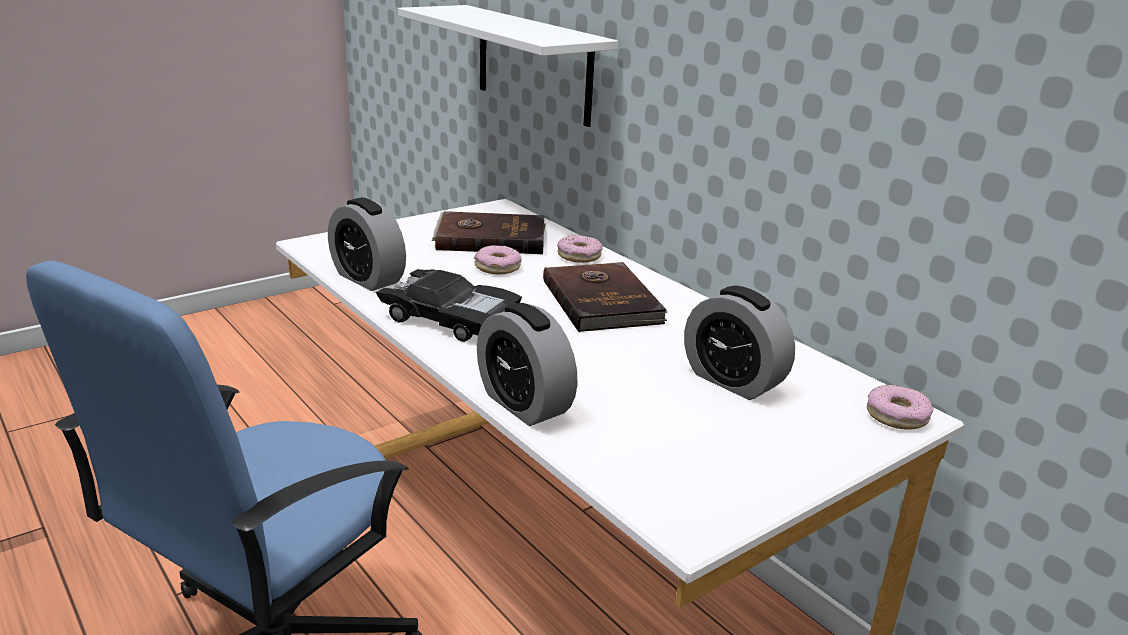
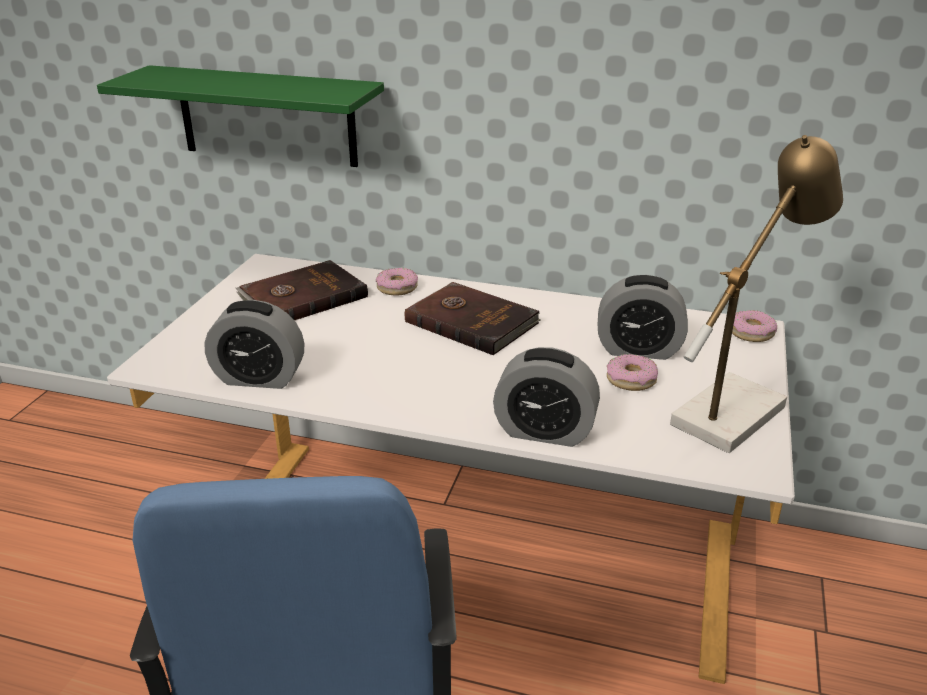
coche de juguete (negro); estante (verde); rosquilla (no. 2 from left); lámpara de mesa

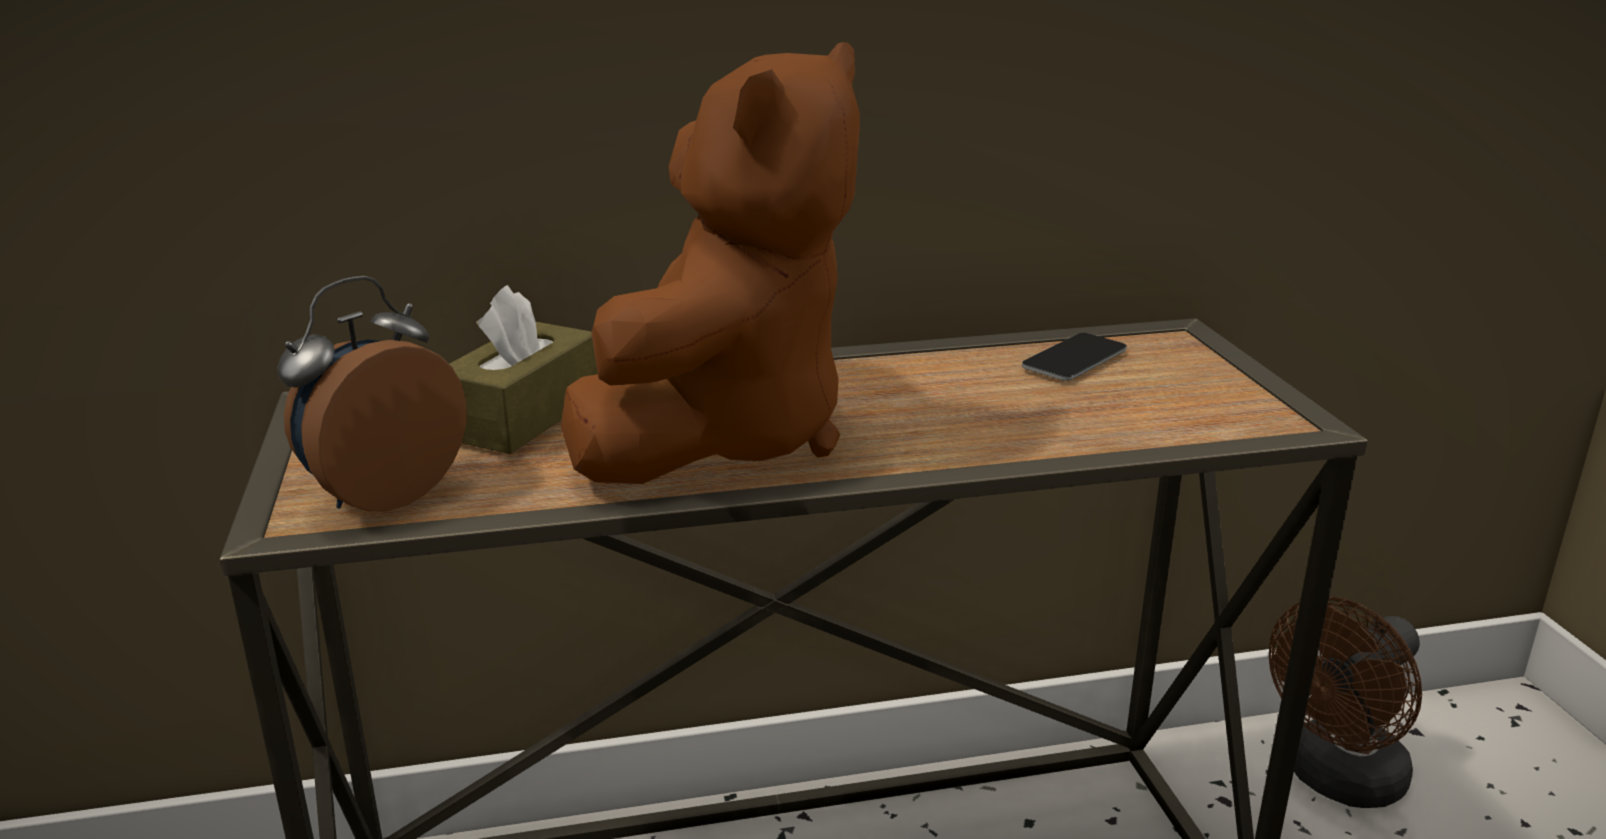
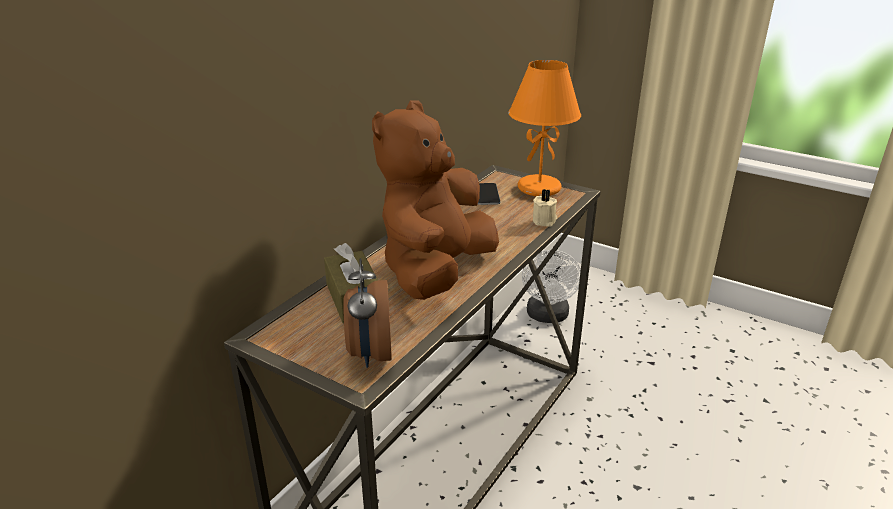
peluche (marrón); ventilador (blanco); lámpara de mesa (naranja); vela (beis)

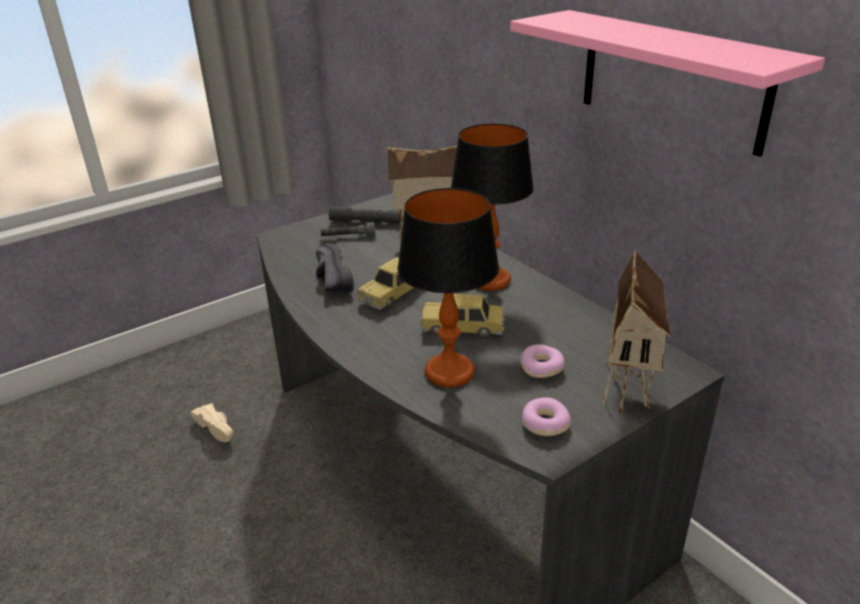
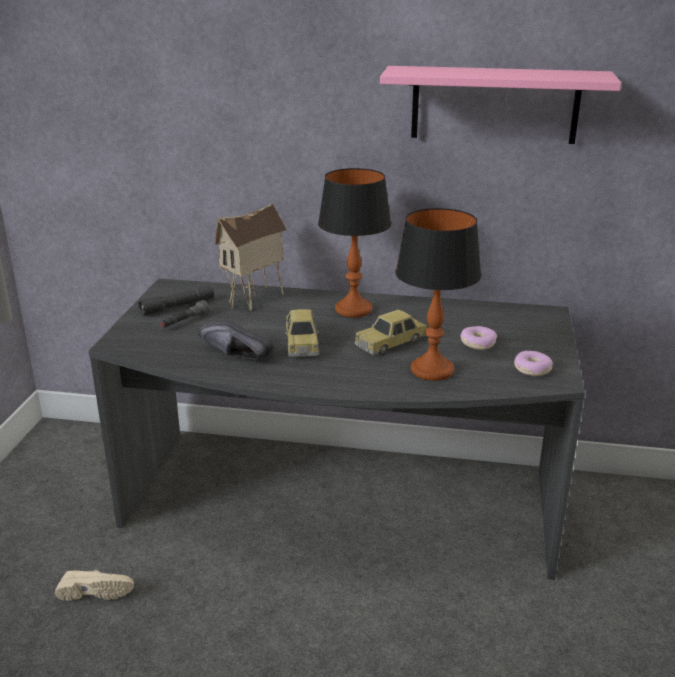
casita (no. 2 from left in the first image)

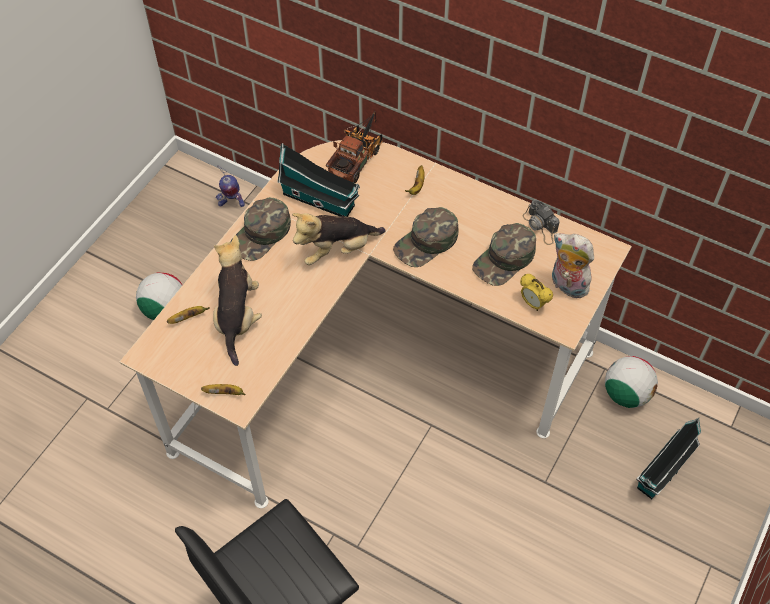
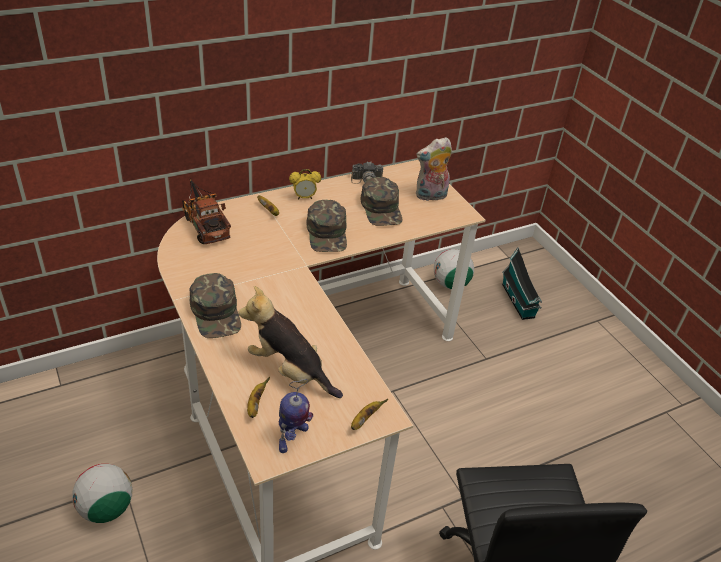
robot de juguete; casita (no. 1 from left in the first image); peluche (no. 2 from left in the first image); despertador

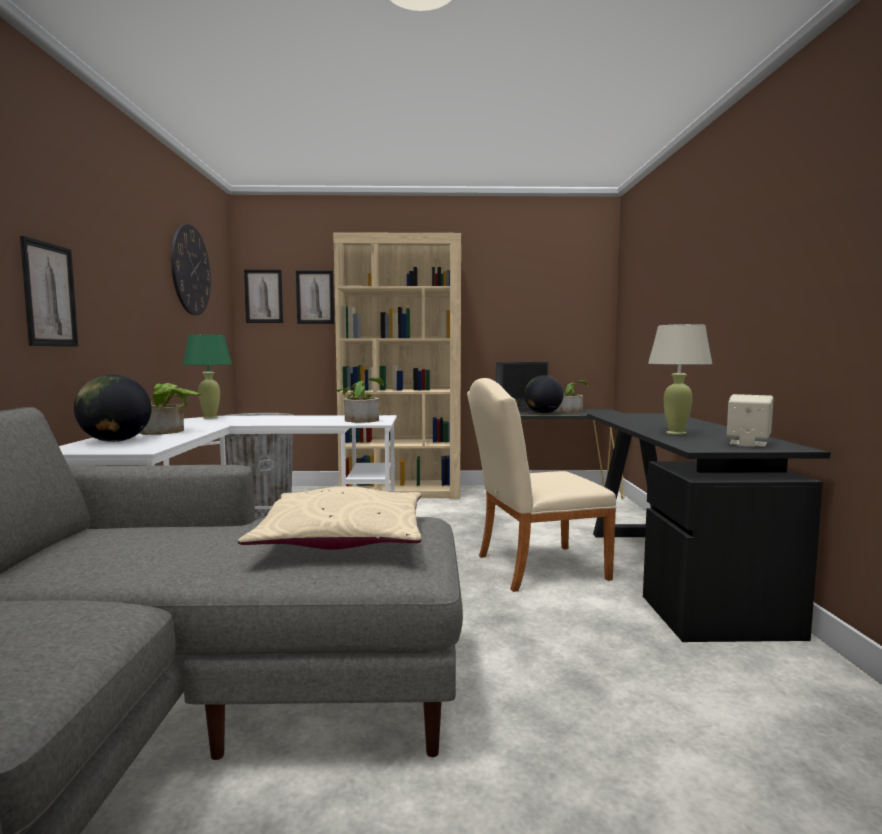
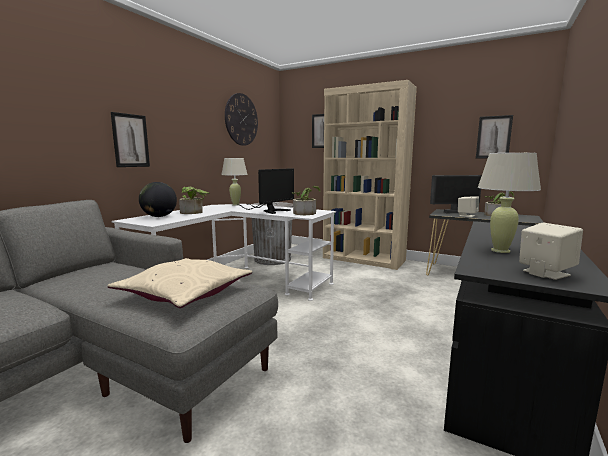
lámpara de mesa (beis) (no. 1 from left); cuadro (no. 3 from left); silla (beis); altavoz (beis) (no. 1 from left); monitor (no. 1 from left)

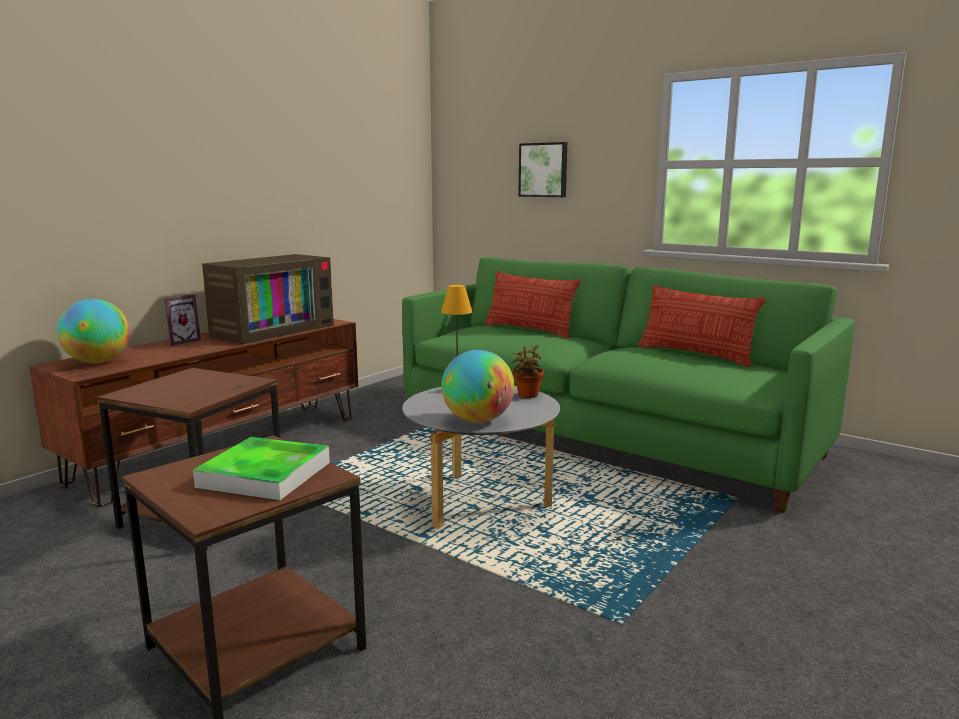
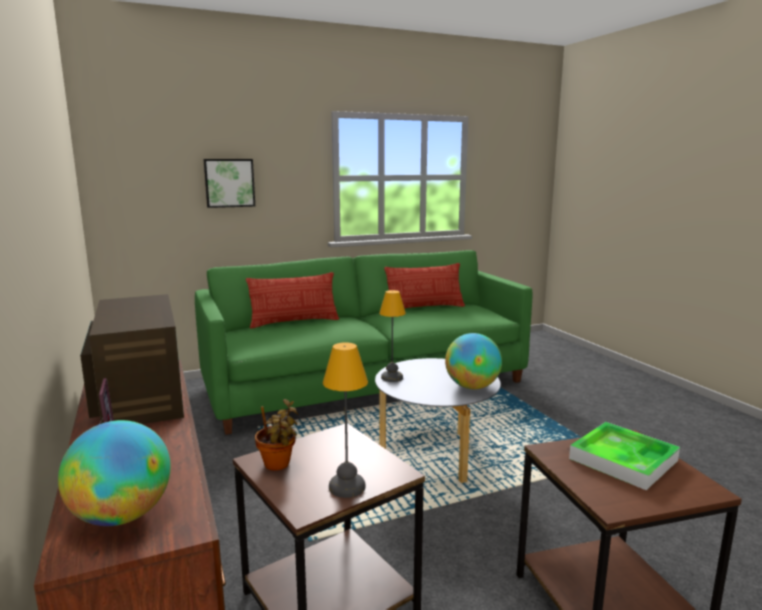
planta en maceta; lámpara de mesa (no. 1 from left)

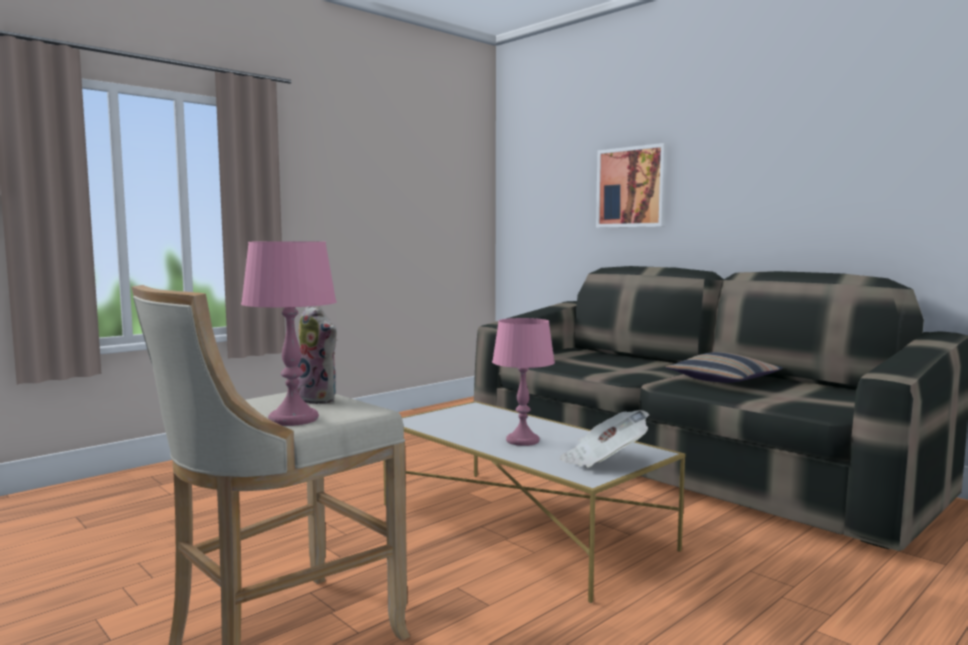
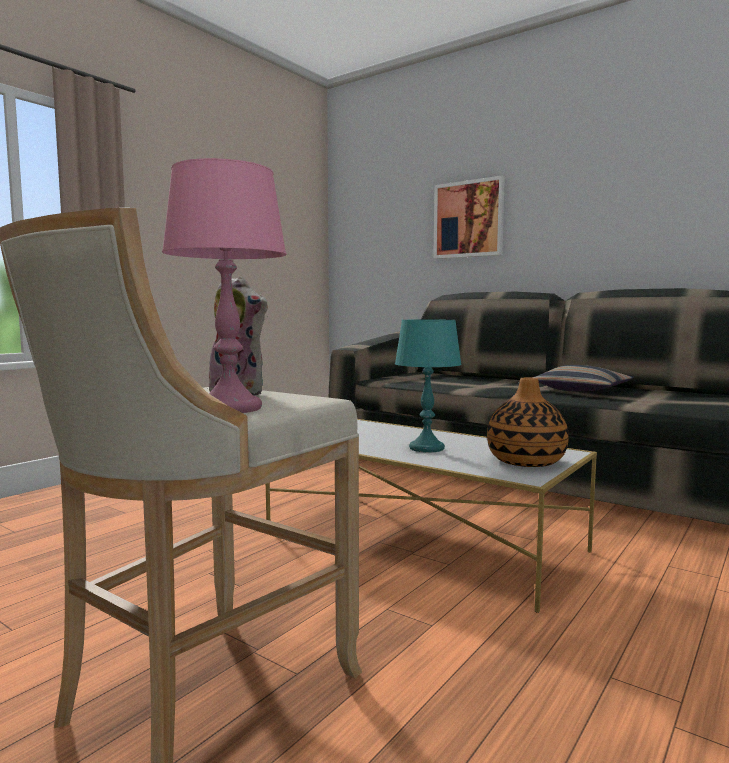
lámpara de mesa (turquesa); florero

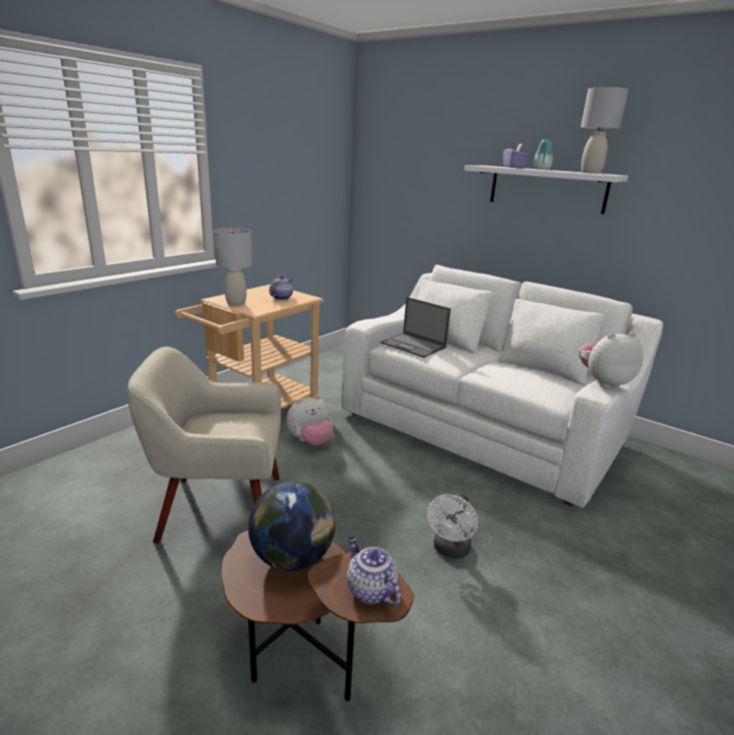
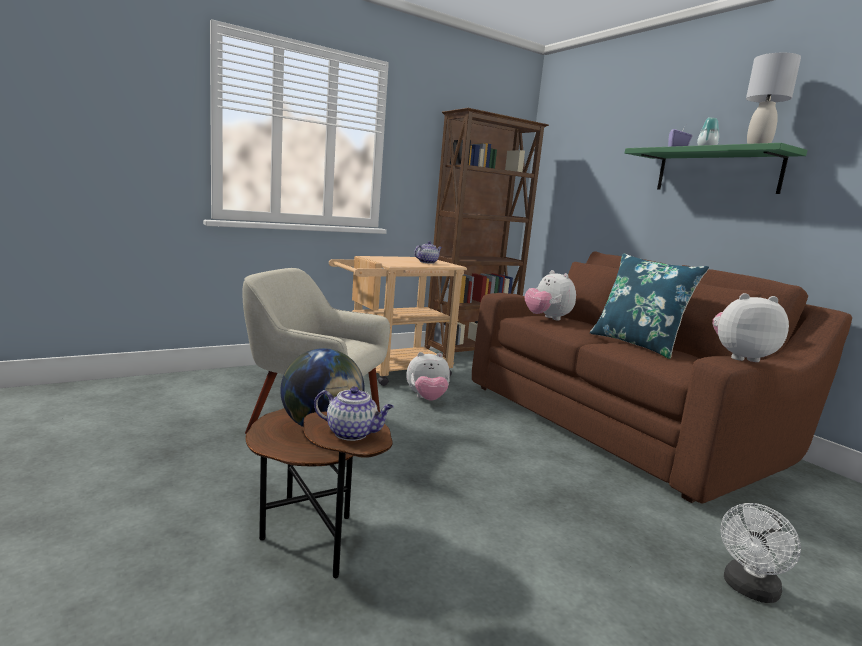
lámpara de mesa (gris) (no. 1 from left in the first image); sofá (marrón); tetera (no. 1 from left); peluche (no. 2 from left); ventilador (blanco); estante (verde); estantería (marrón); cojín (azul)

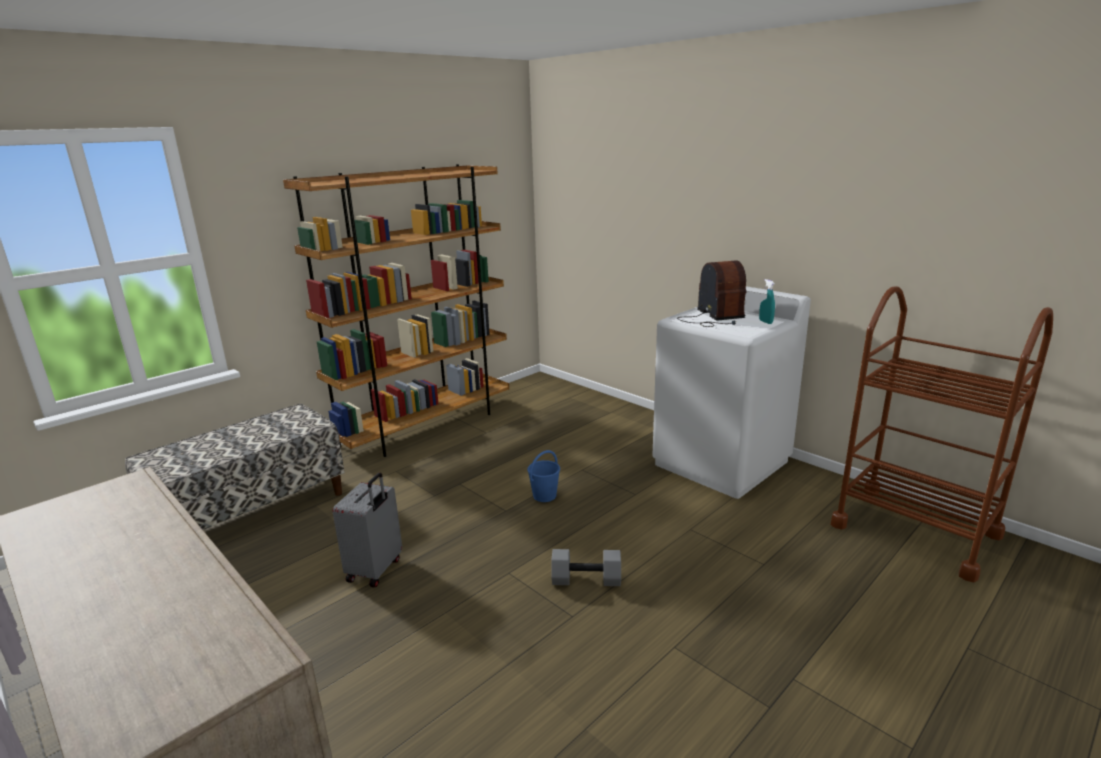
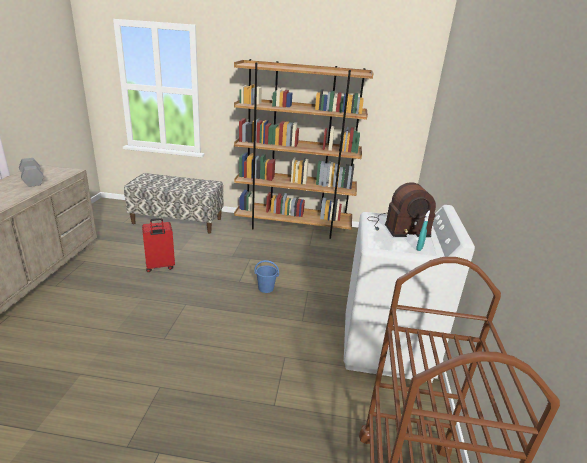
maleta (rojo); mancuerna (gris); radio

